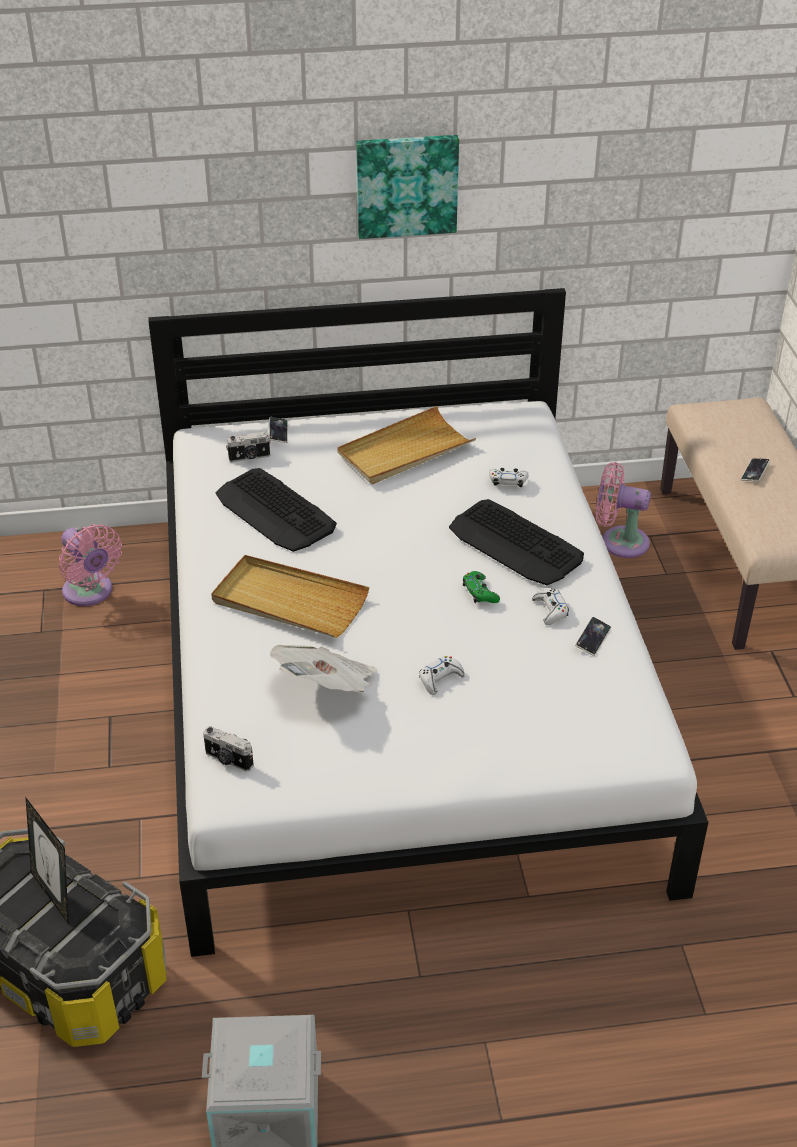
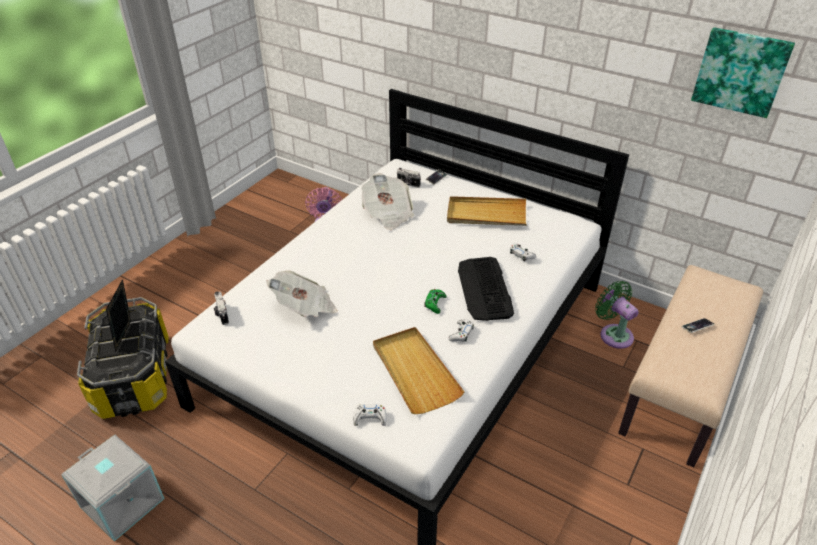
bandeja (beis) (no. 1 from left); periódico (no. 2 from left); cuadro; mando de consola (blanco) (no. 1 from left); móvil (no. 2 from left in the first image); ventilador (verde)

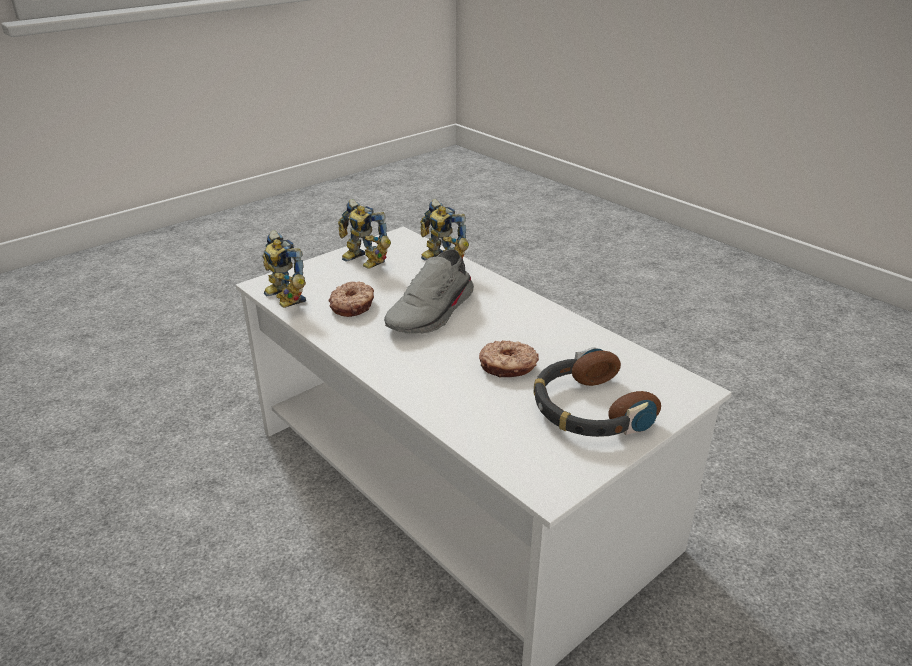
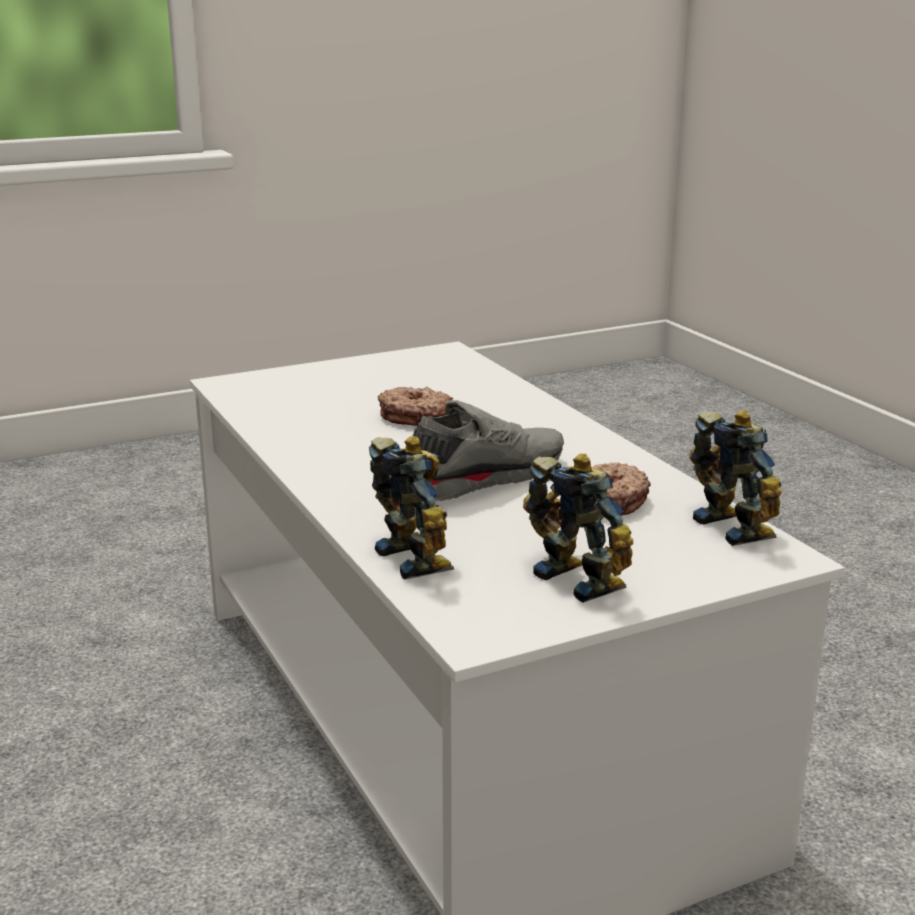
auriculares

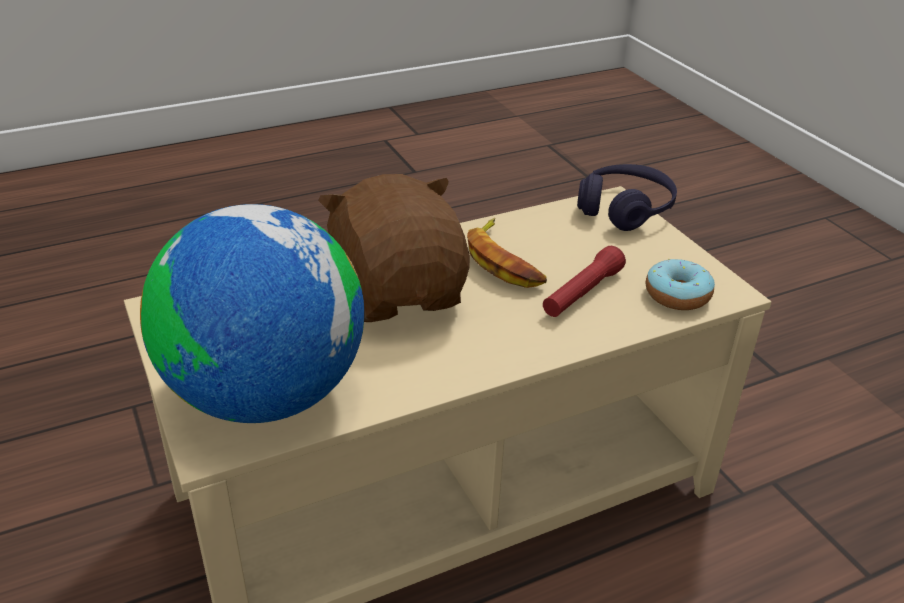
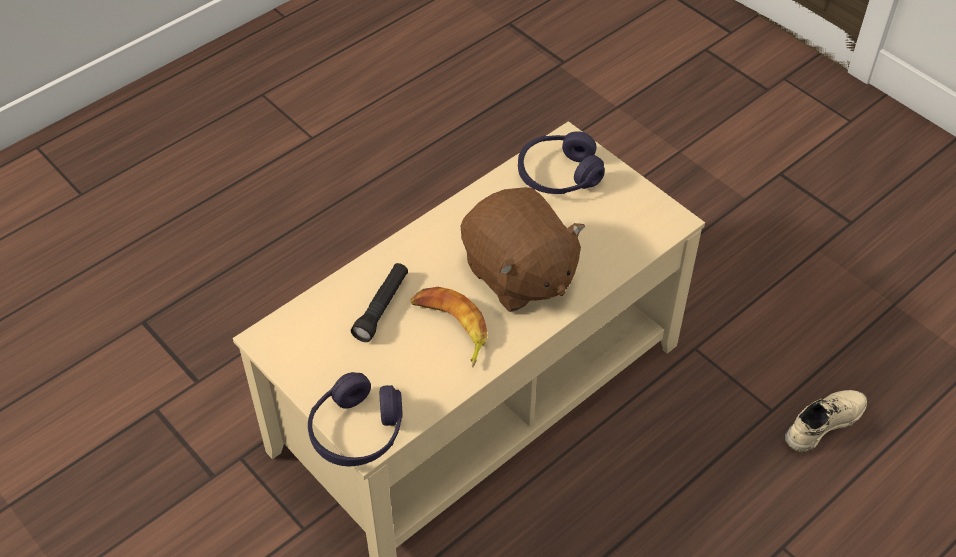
auriculares (morado) (no. 2 from left); linterna (negro); rosquilla; zapato (beis)

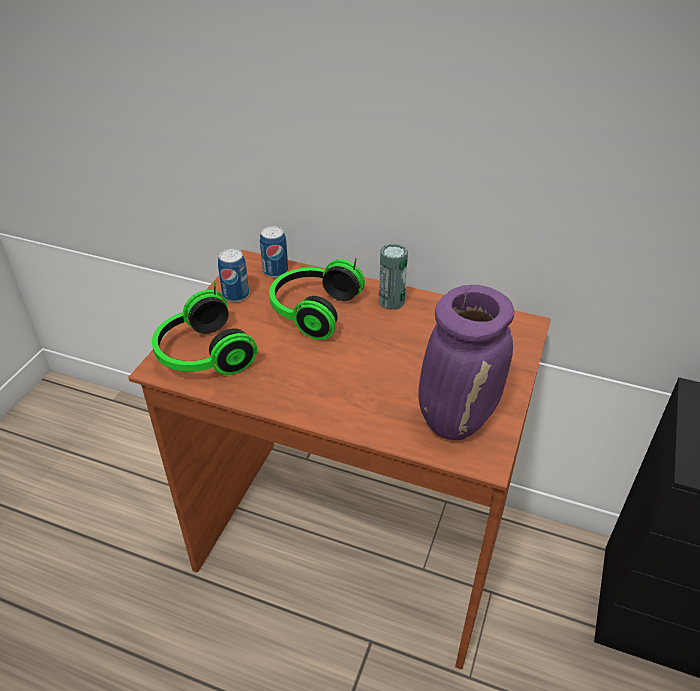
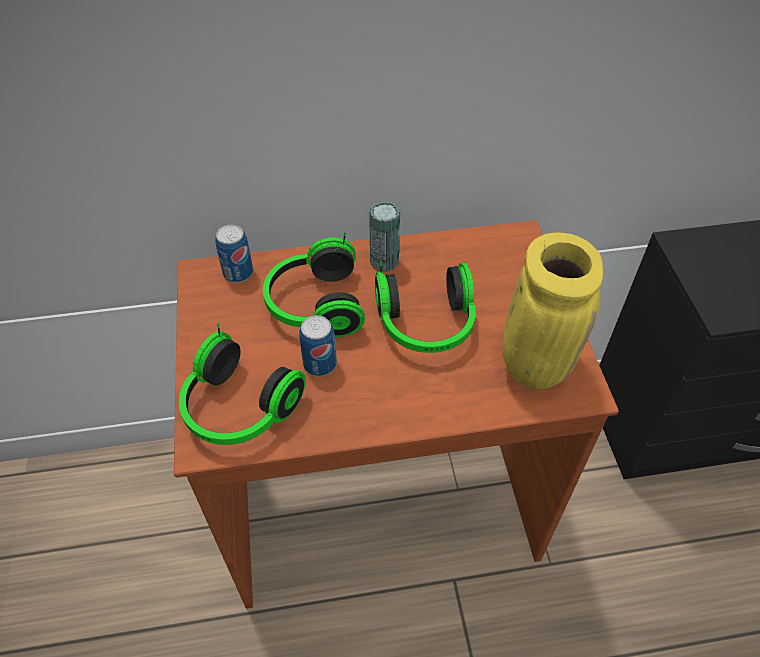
lata (no. 2 from left); florero (amarillo); auriculares (no. 3 from left)

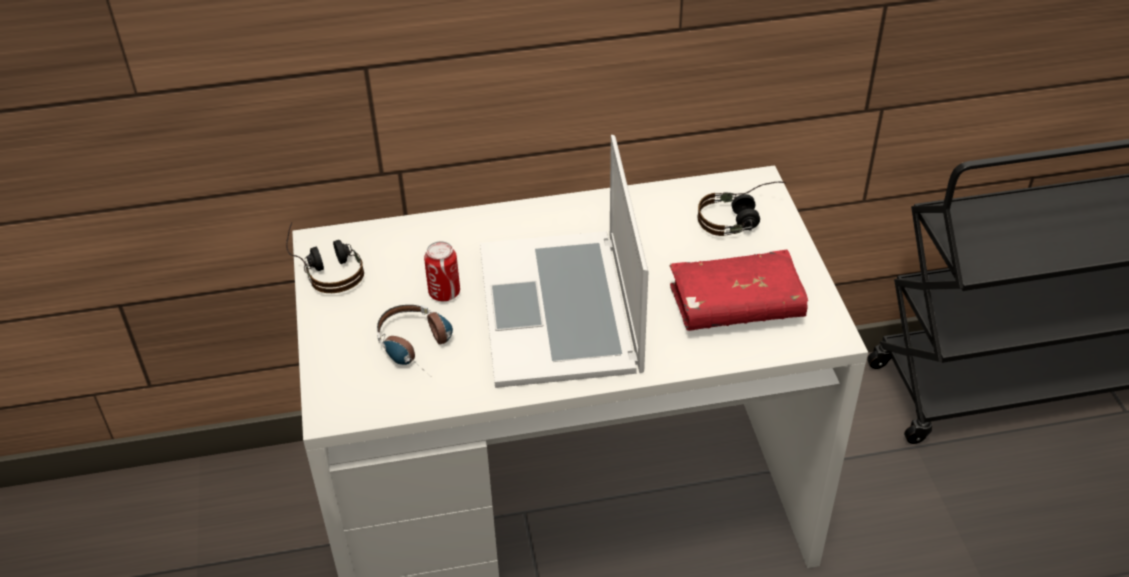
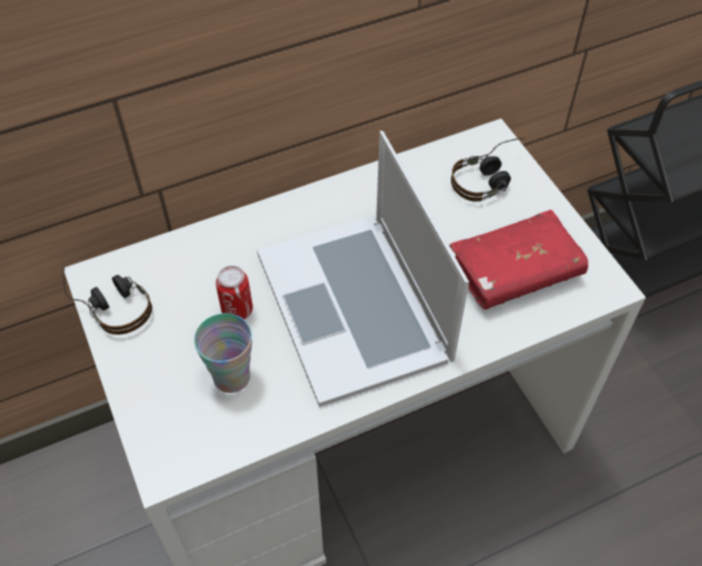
taza

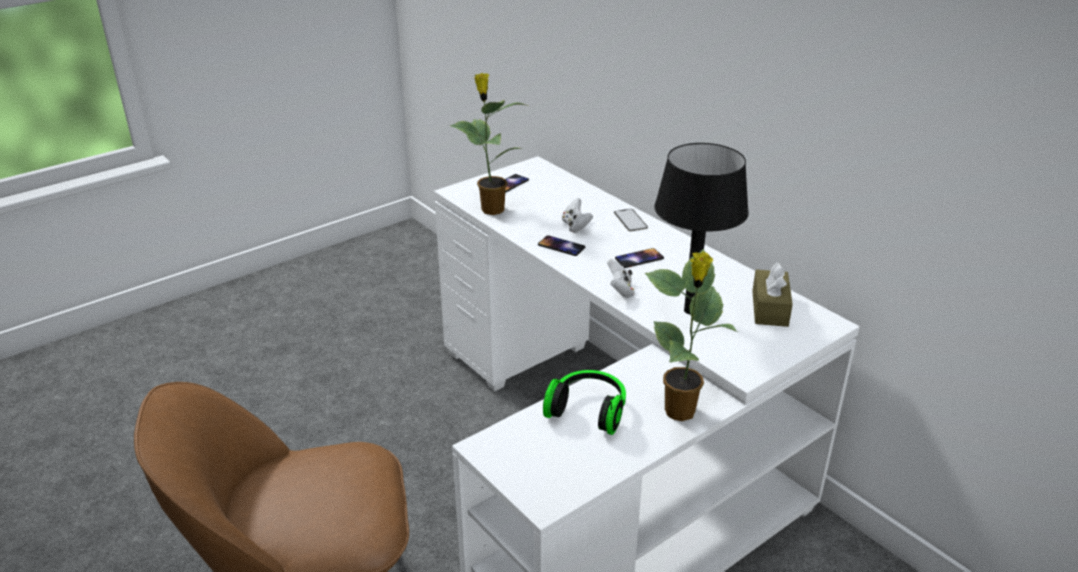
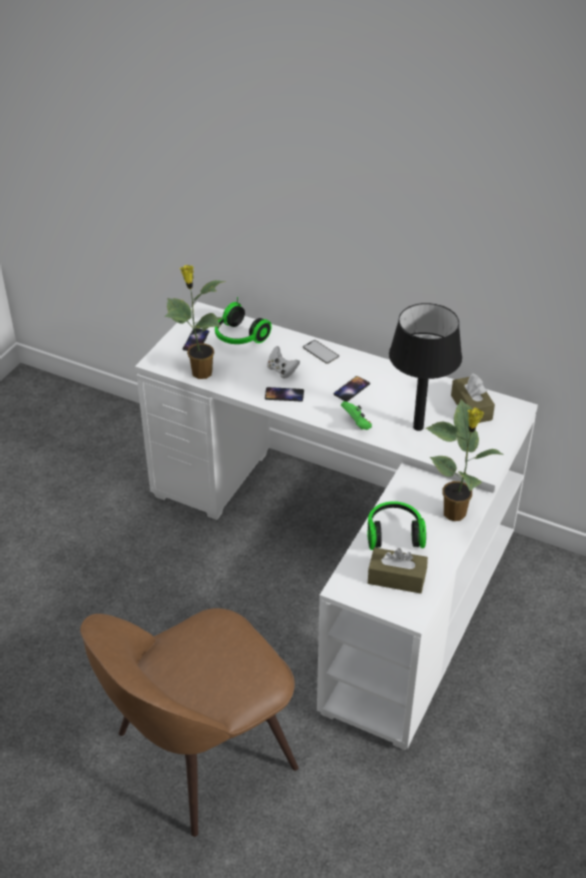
mando de consola (verde); auriculares (no. 1 from left); caja de pañuelos (marrón) (no. 1 from left)

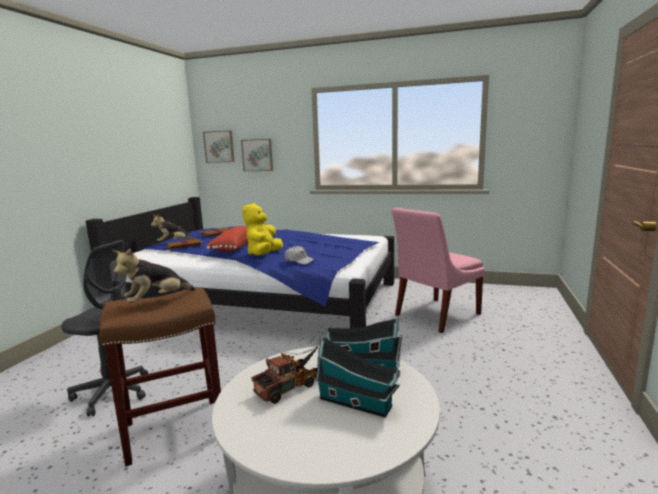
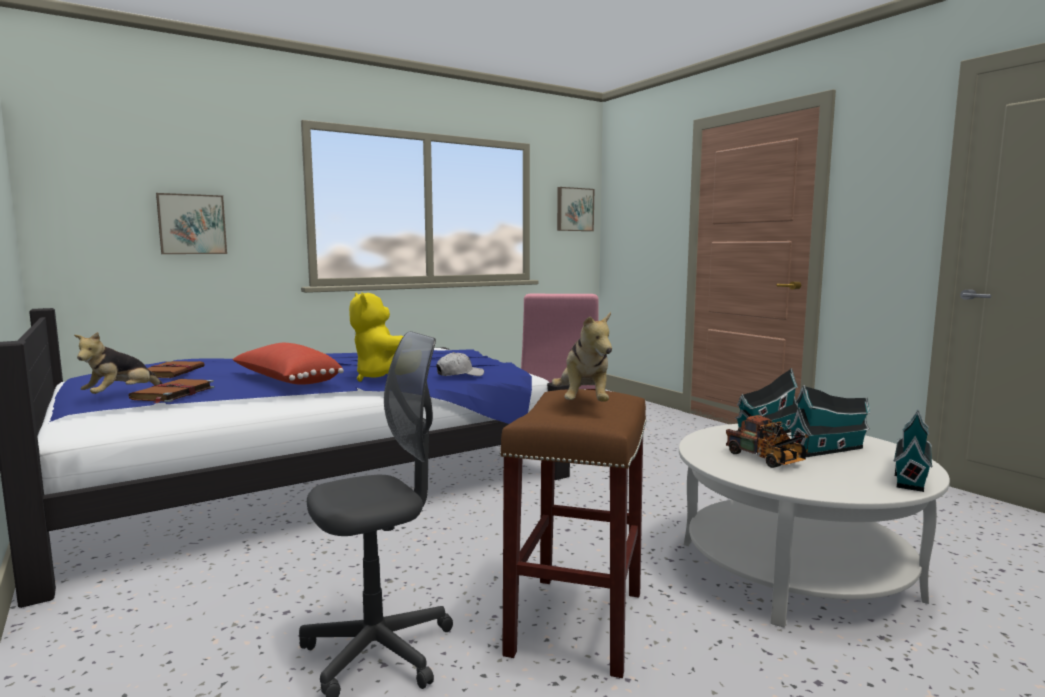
cuadro (no. 2 from left); camión de juguete; casita (no. 3 from left)

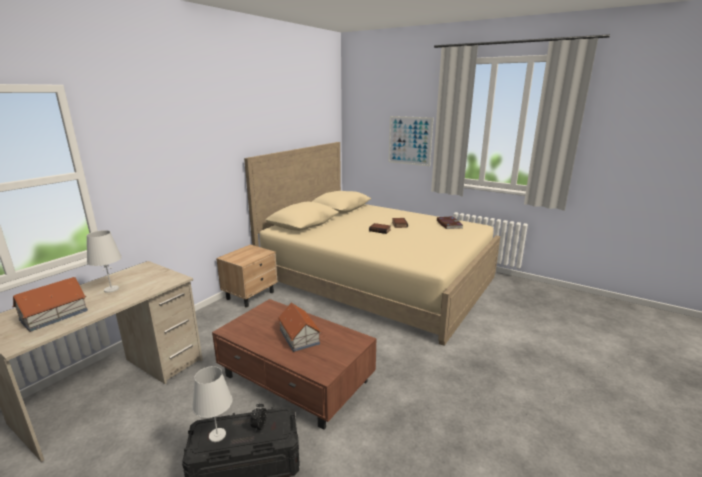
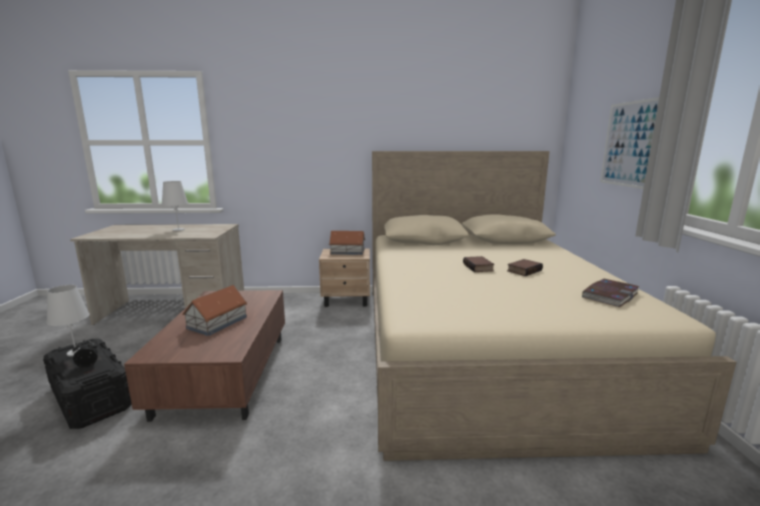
casita (no. 2 from left)

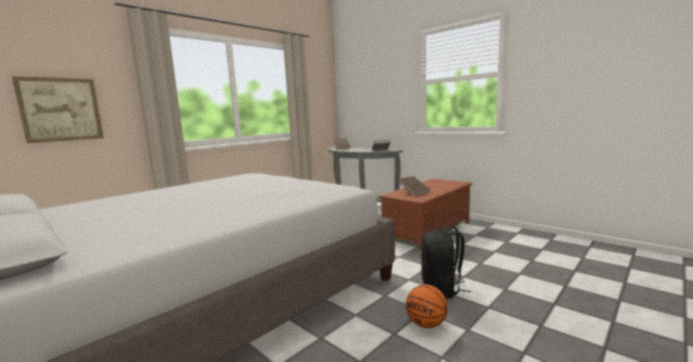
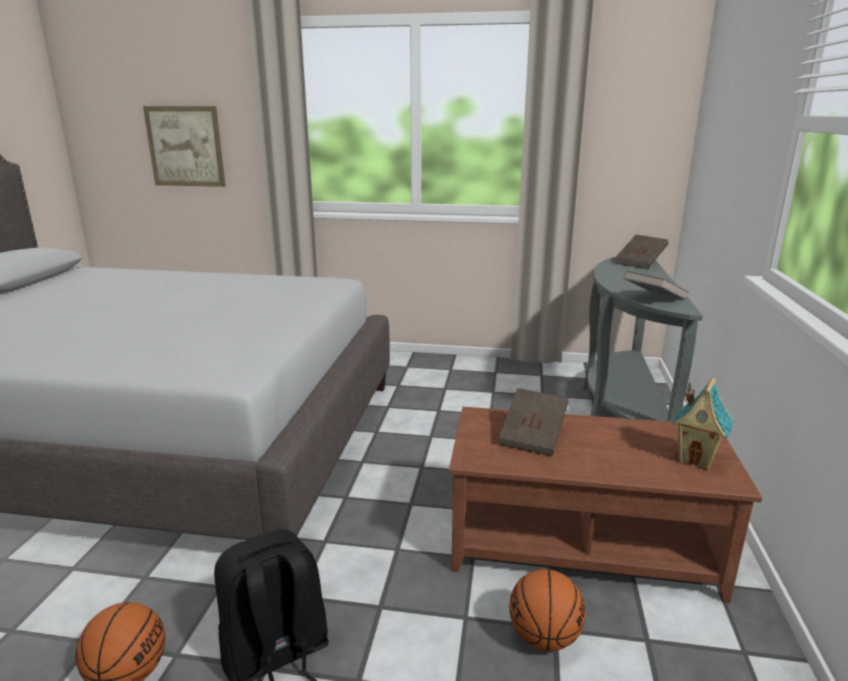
balón de baloncesto (no. 2 from left); casita

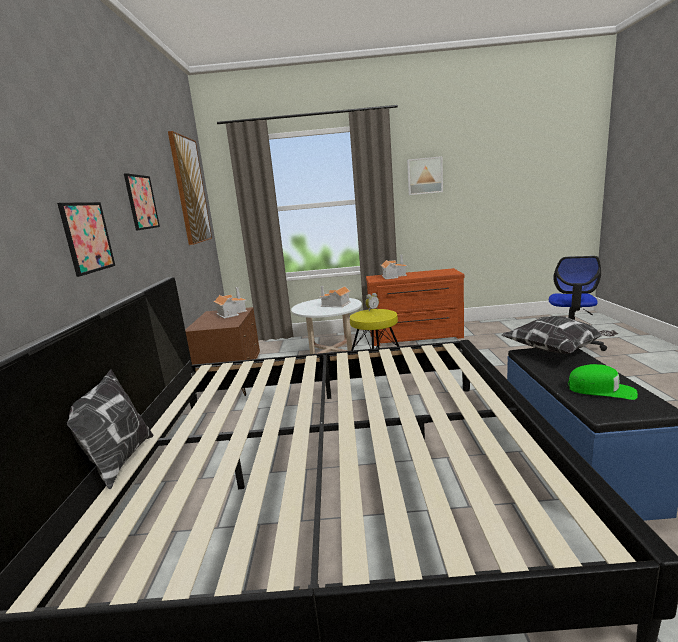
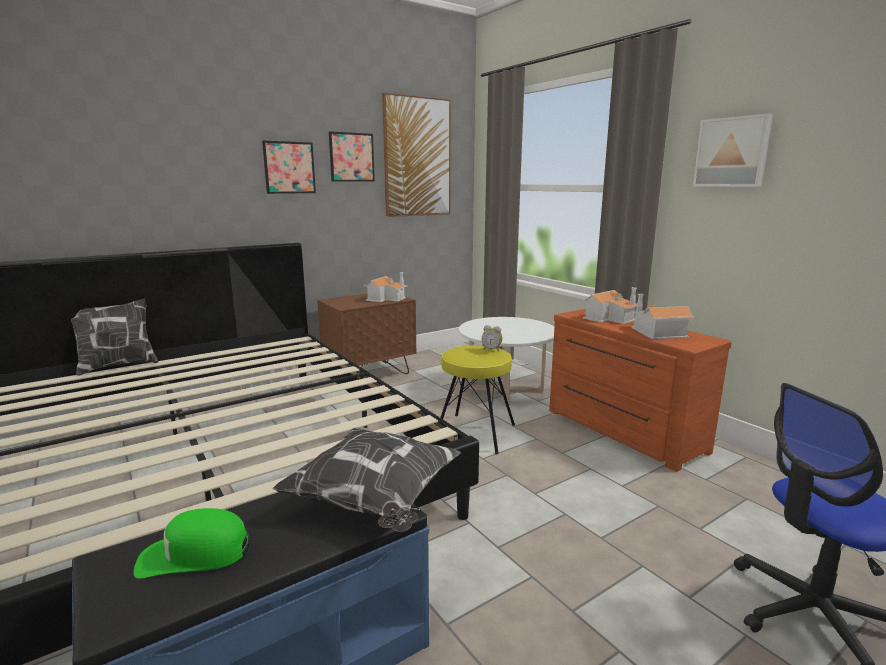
cuadro (no. 2 from left); casita (no. 3 from left); gorra (verde)

